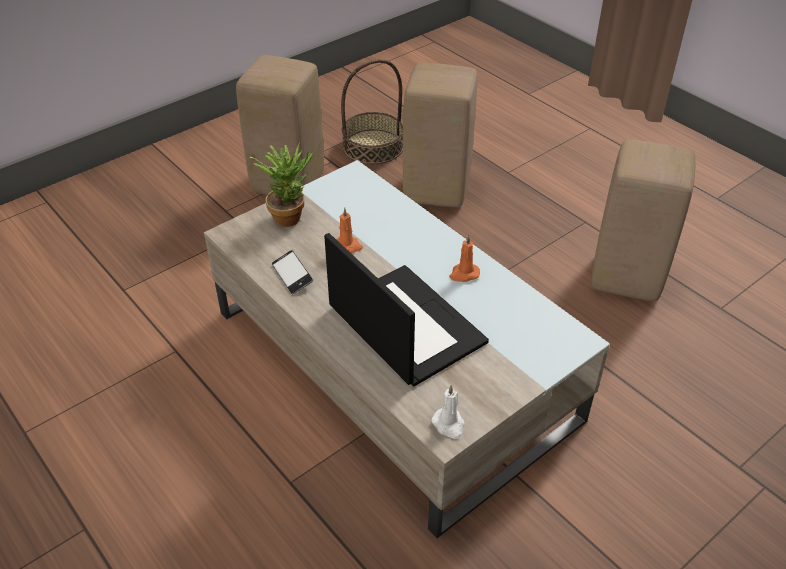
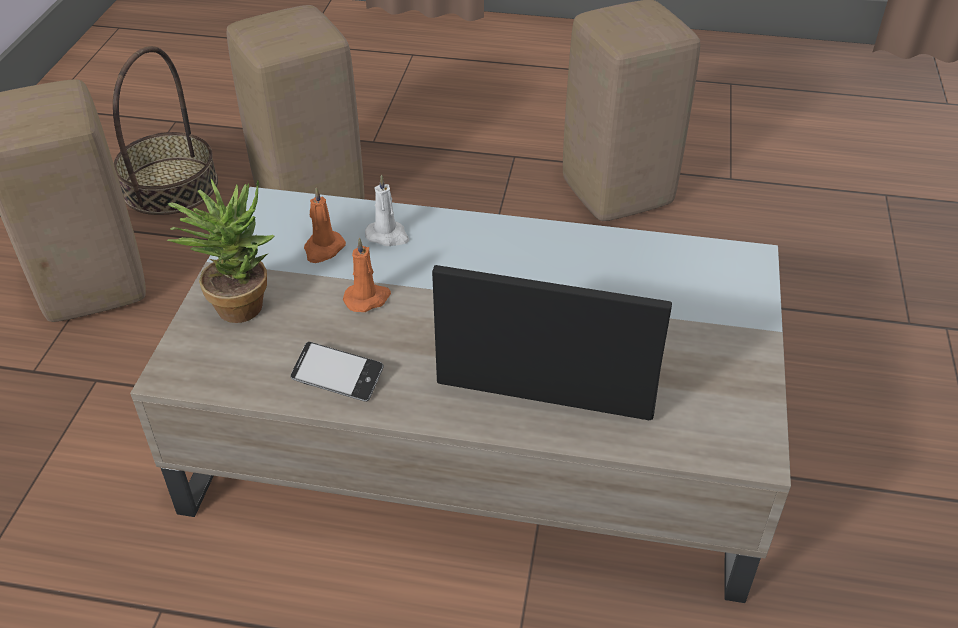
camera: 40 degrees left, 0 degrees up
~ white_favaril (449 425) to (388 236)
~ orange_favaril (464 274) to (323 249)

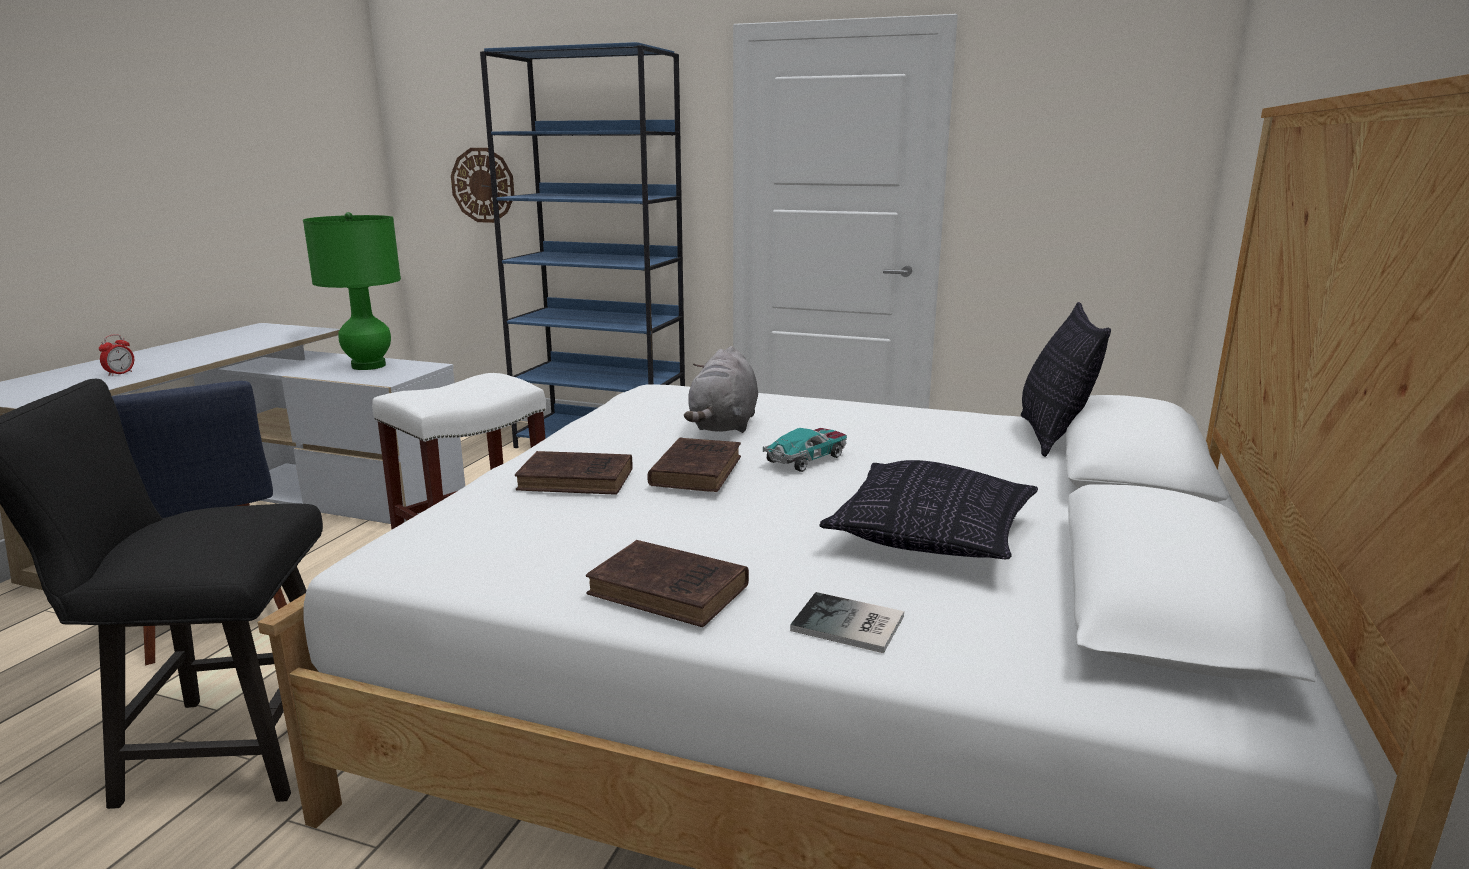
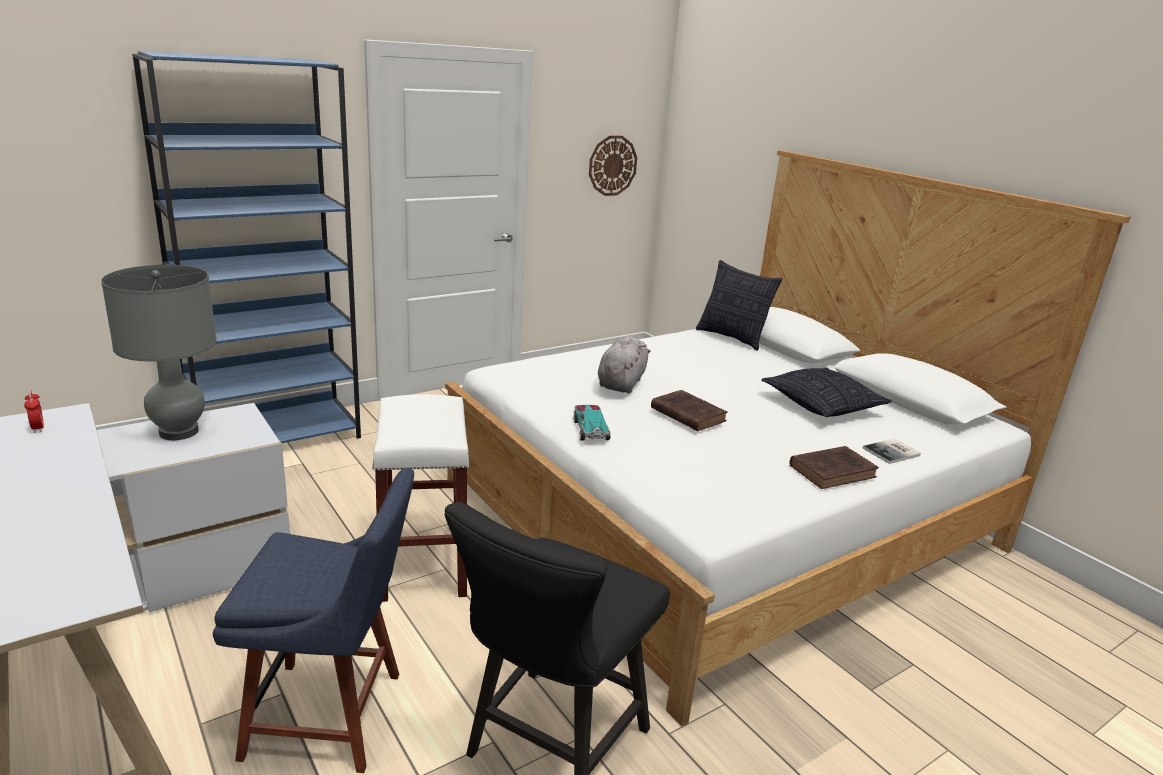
camera: 55 degrees left, 5 degrees up
~ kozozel (120 373) to (38 428)
~ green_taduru (368 366) to grey_taduru (179 432)
~ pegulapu (483 185) to (612 165)
- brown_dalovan (579 480)
~ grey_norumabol (724 425) = (621 383) 120 degrees counterclockwise
~ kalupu (806 458) to (590 429)

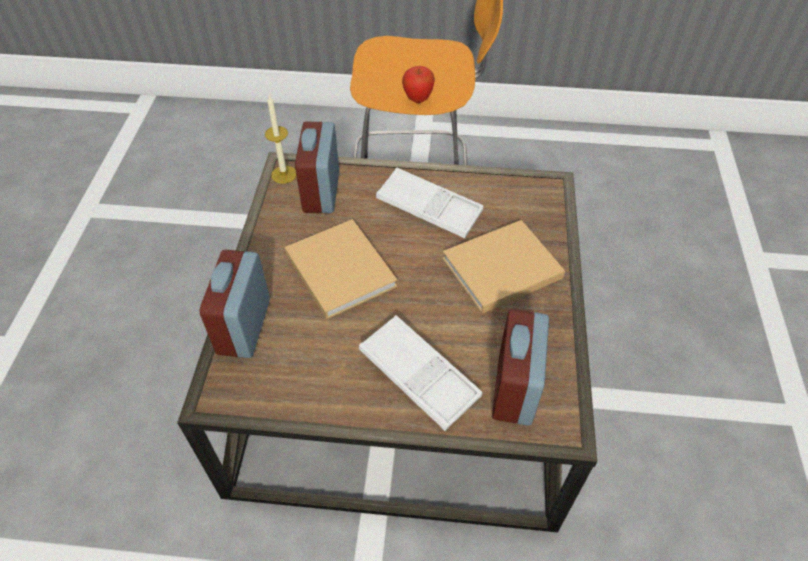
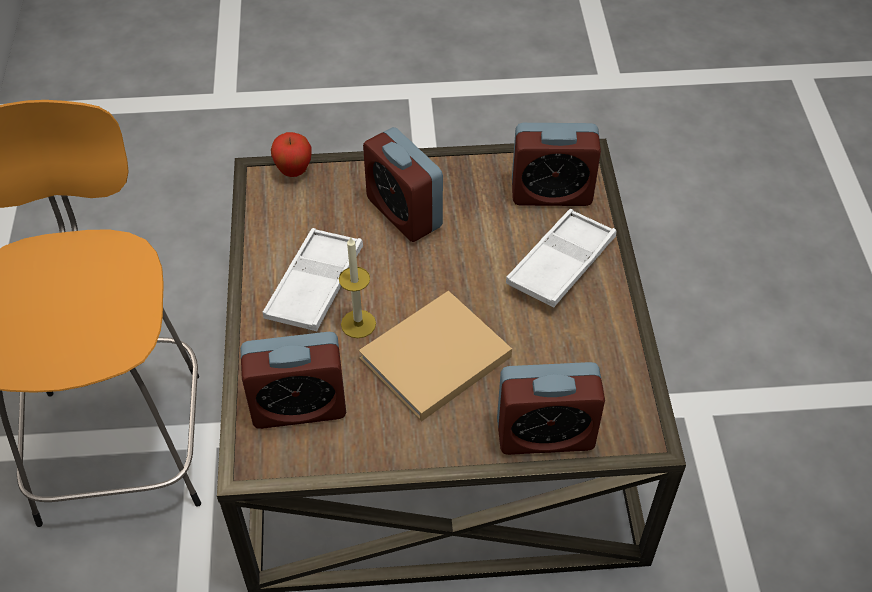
camera: 100 degrees left, 0 degrees up
~ favaril (284 174) to (358 324)
~ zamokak (418 99) to (294 171)
~ beige_dalovan (499 269) to kozozel (404 213)

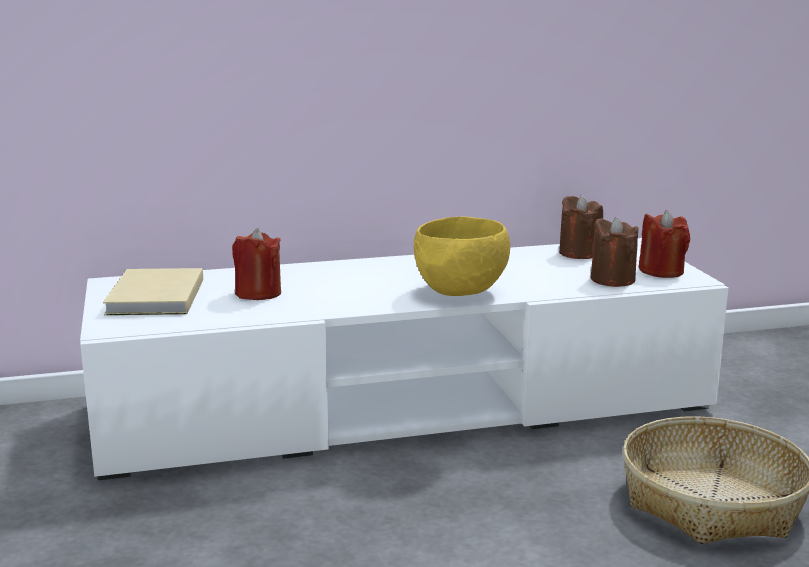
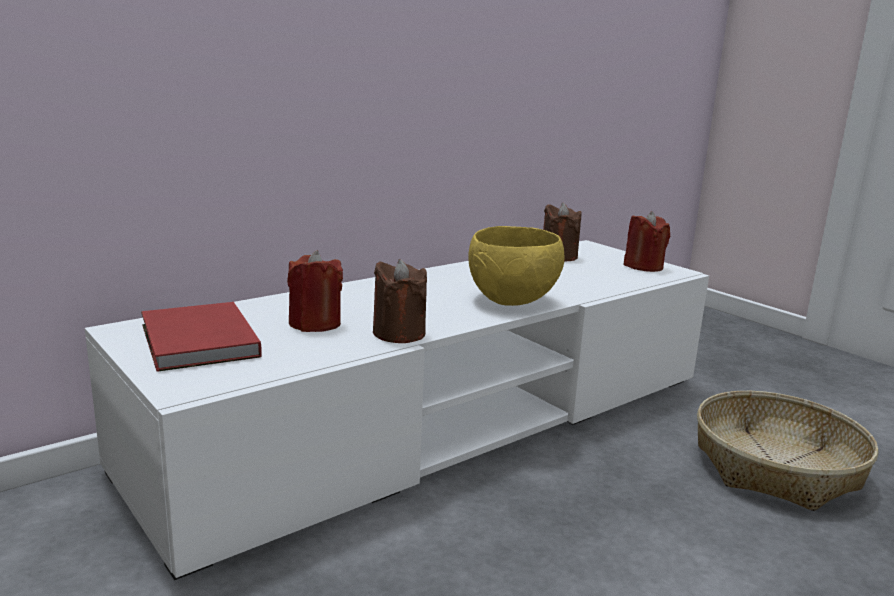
camera: 25 degrees left, 0 degrees up
~ beige_dalovan (153 298) to red_dalovan (197 342)
~ brown_favaril (612 279) to (399 333)

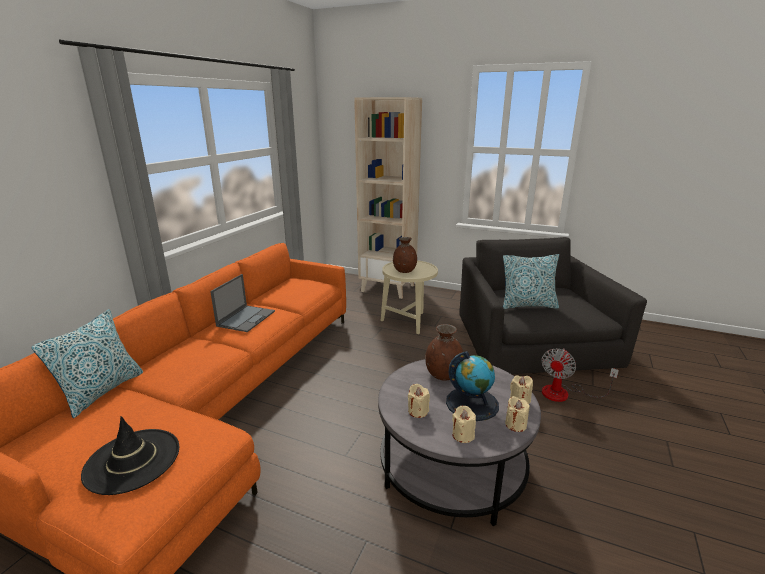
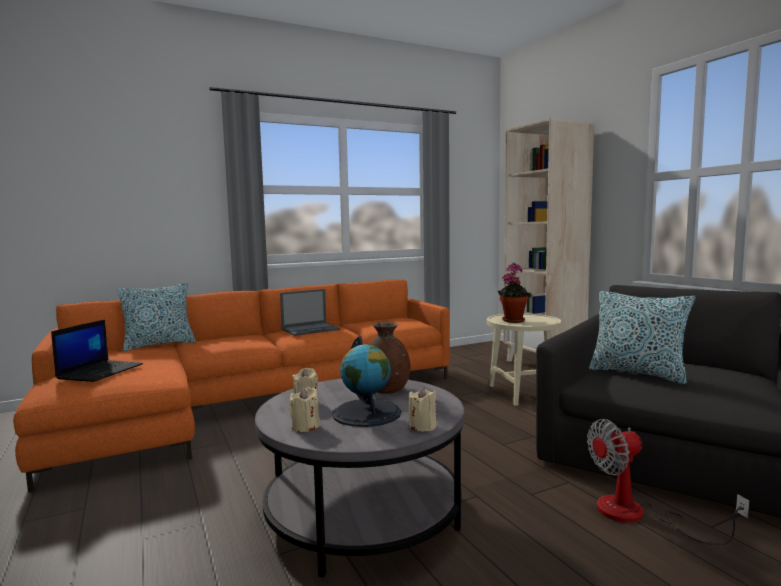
camera: 40 degrees right, 15 degrees down
~ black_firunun (132 460) to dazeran (101 371)
~ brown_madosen (404 271) to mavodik (513 320)
- beige_favaril (515 424)

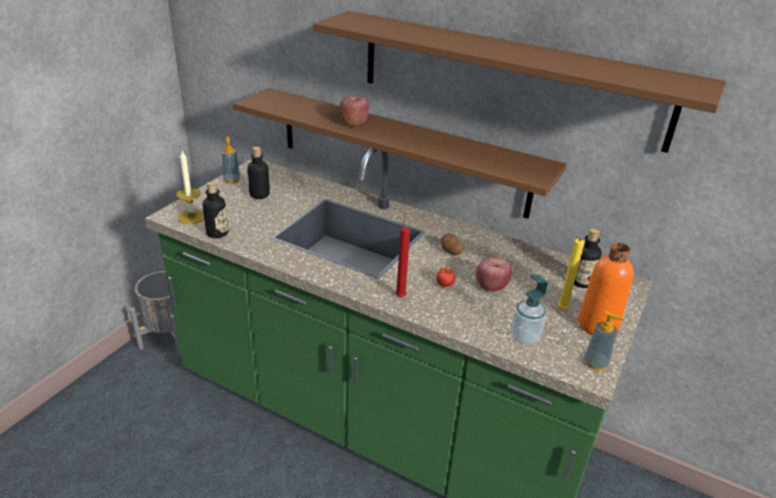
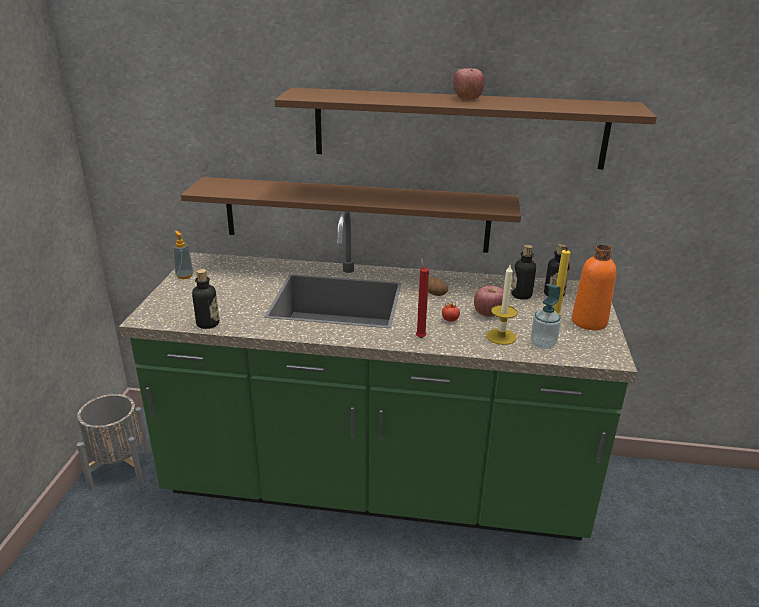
camera: 20 degrees left, 5 degrees down
~ favaril (191 217) to (501 336)
~ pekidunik (259 195) to (521 295)
~ zamokak (353 123) to (467 98)
- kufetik (595 363)

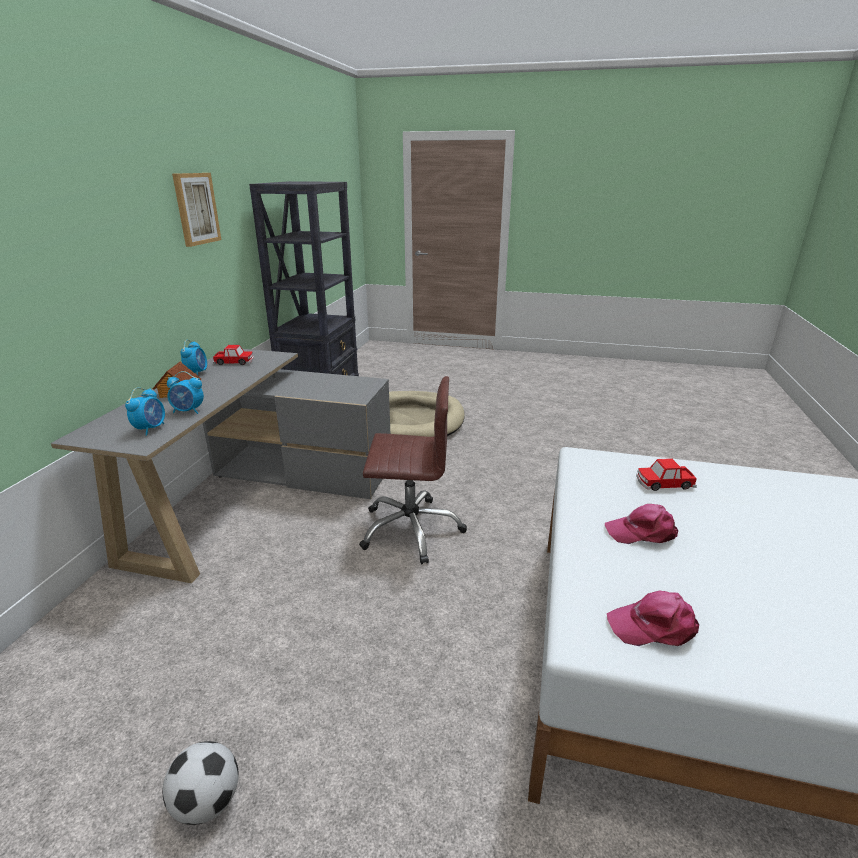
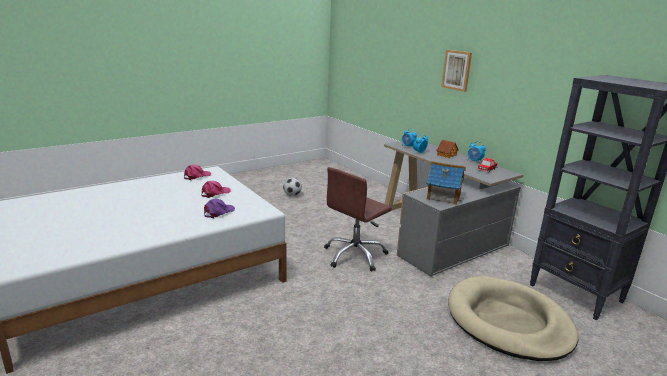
camera: 130 degrees right, 5 degrees down
~ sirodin (196 209) to (457 70)
~ kalupu (664 483) to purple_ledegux (218 212)
+ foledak (443 196)

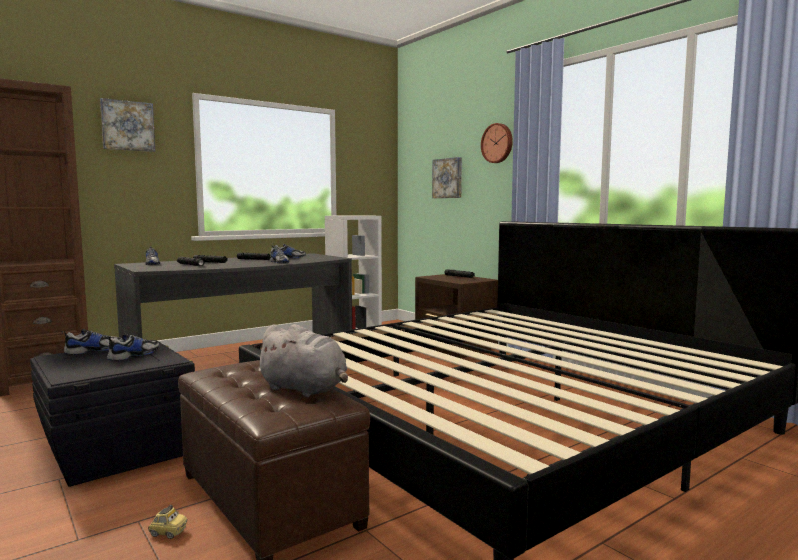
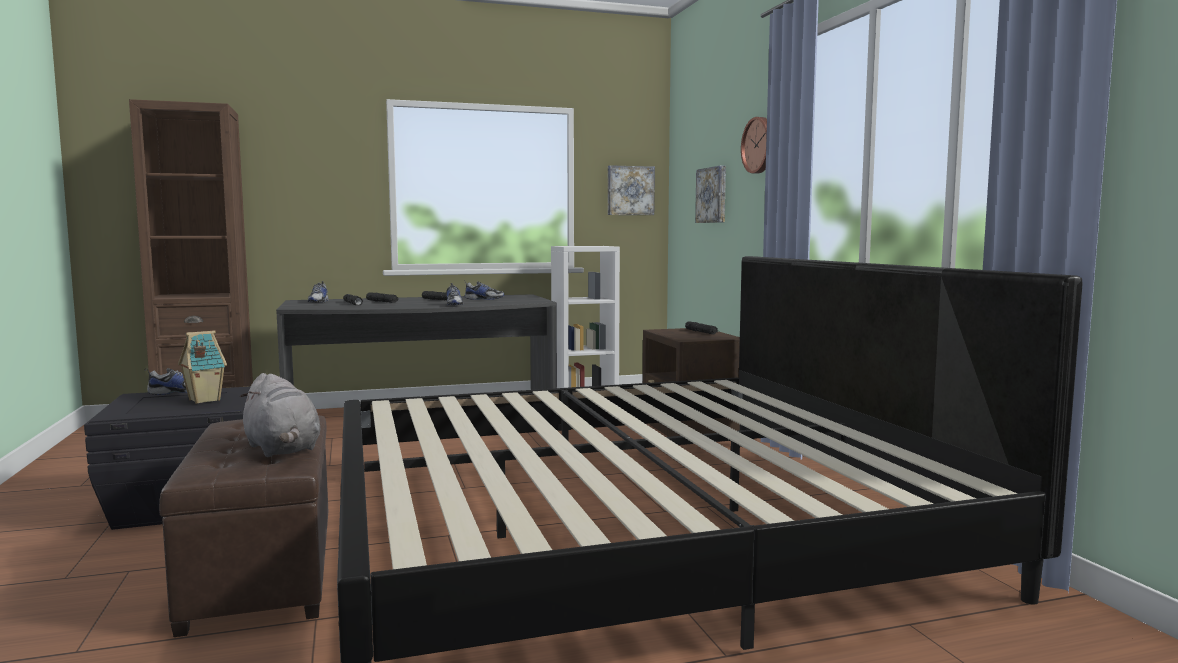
camera: 20 degrees right, 0 degrees up
~ sirodin (127 126) to (630 190)
~ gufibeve (133 355) to foledak (203 400)
- kalupu (168 533)

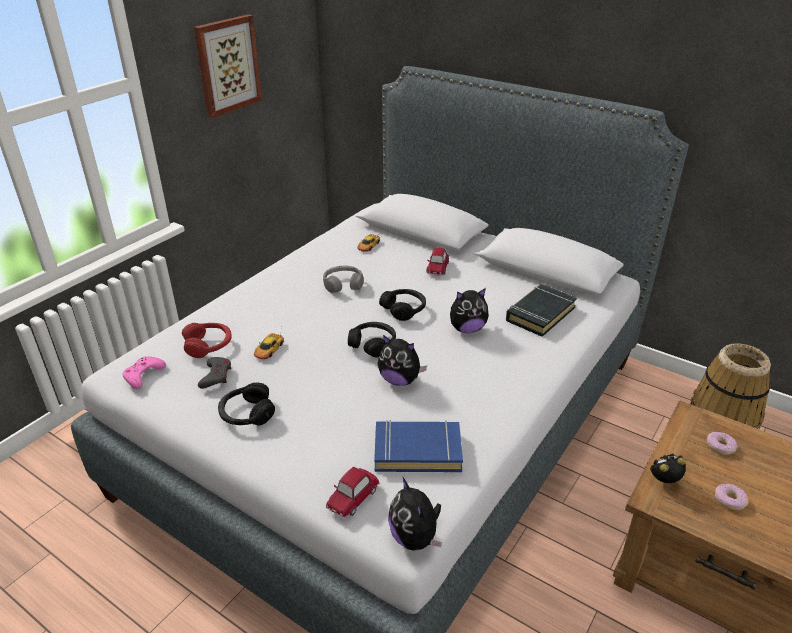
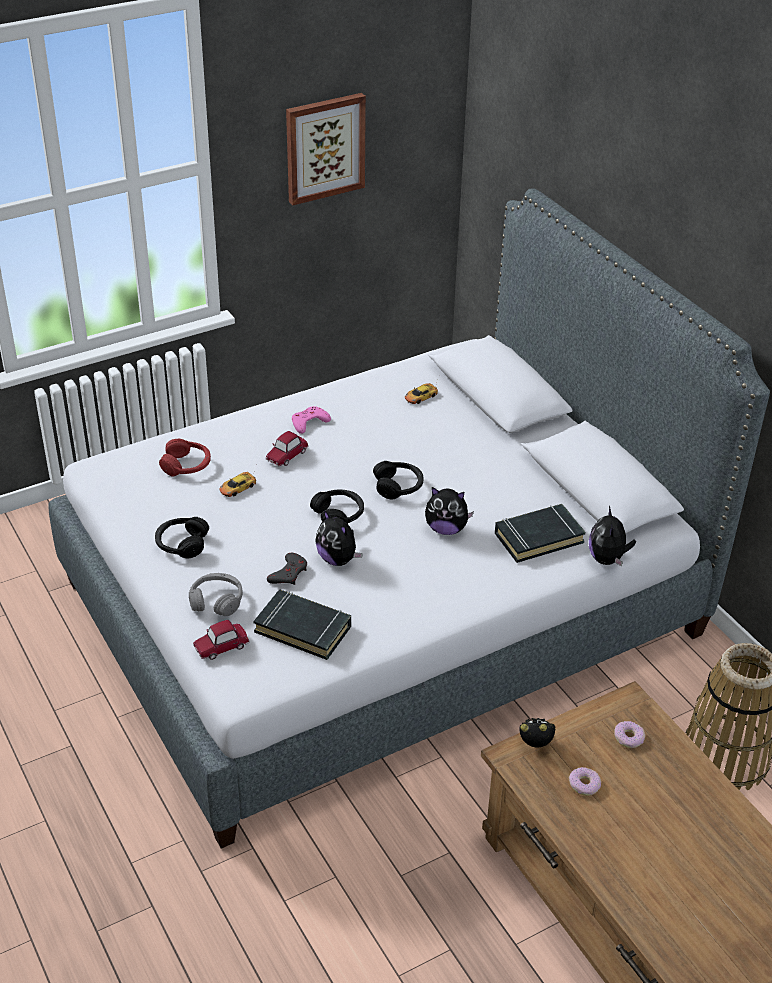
camera: 25 degrees right, 5 degrees up
~ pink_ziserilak (143 375) to (309 422)
~ grey_ziserilak (216 375) to (288 573)
~ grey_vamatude (343 284) to (216 601)
~ blue_dalovan (417 451) to black_dalovan (303 629)
~ norumabol (415 538) to (607 559)
~ kalupu (437 268) to (286 455)

